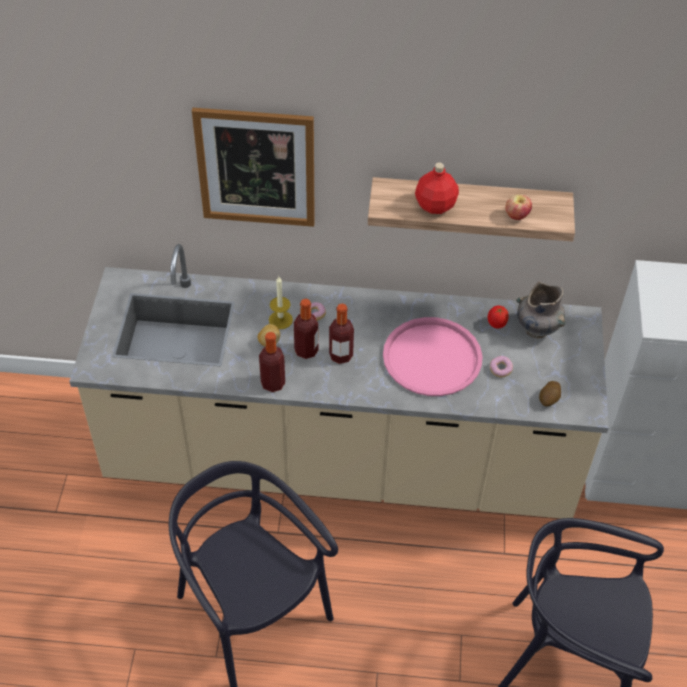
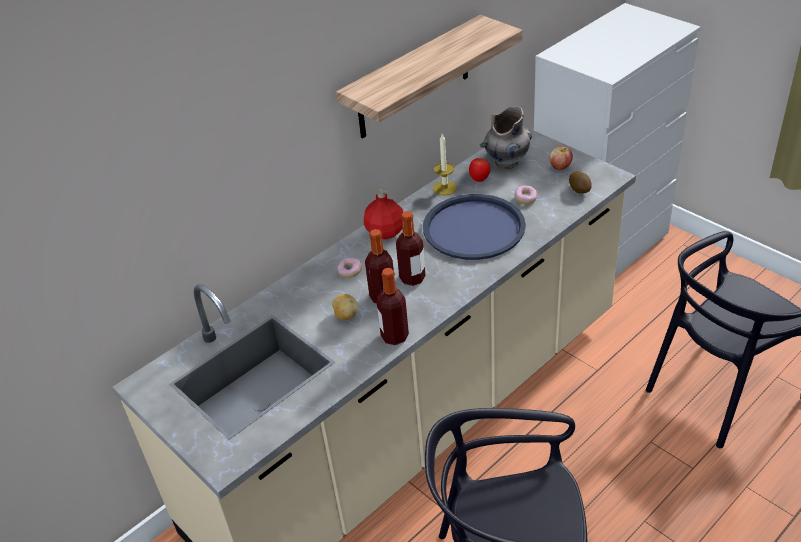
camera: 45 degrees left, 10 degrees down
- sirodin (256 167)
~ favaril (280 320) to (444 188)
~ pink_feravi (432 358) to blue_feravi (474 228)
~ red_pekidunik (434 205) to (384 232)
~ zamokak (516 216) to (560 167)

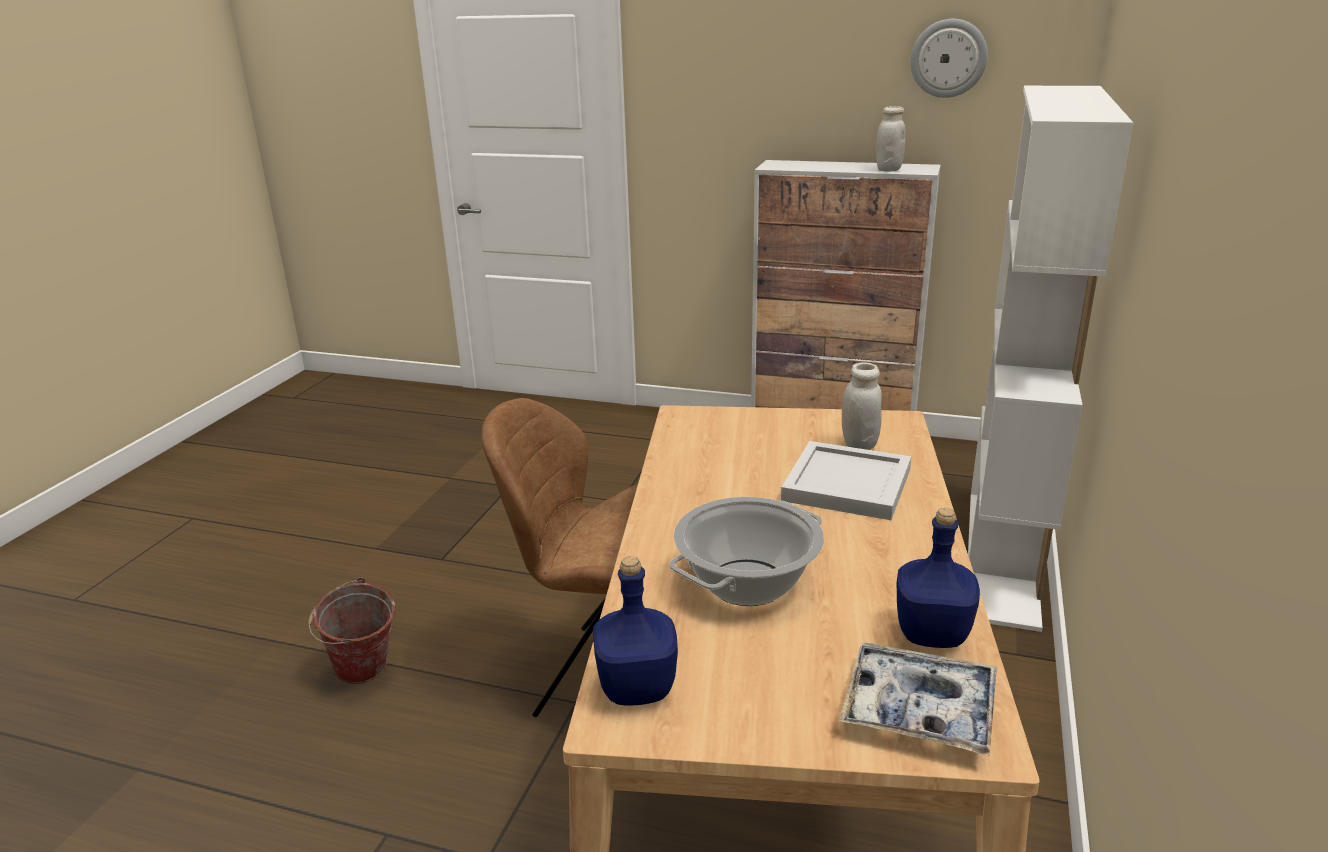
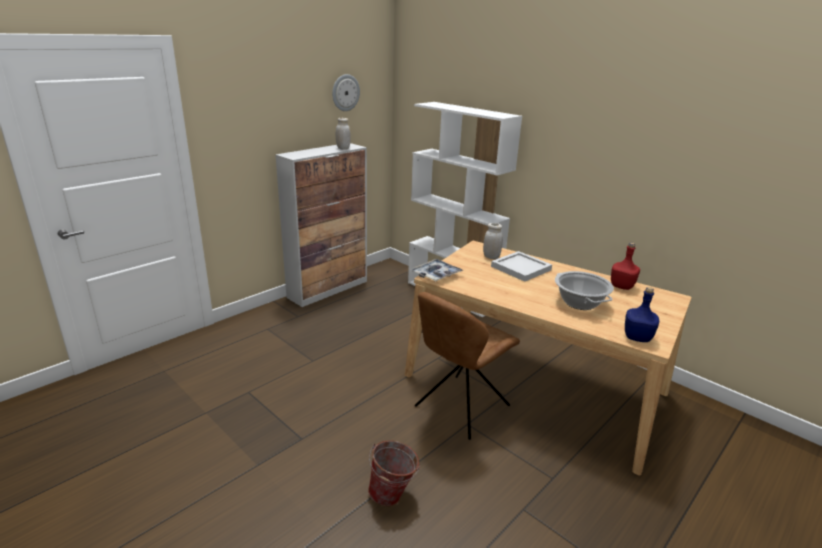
camera: 65 degrees left, 0 degrees up
~ feravi (919 709) to (436 275)
~ blue_pekidunik (930 634) to red_pekidunik (622 286)

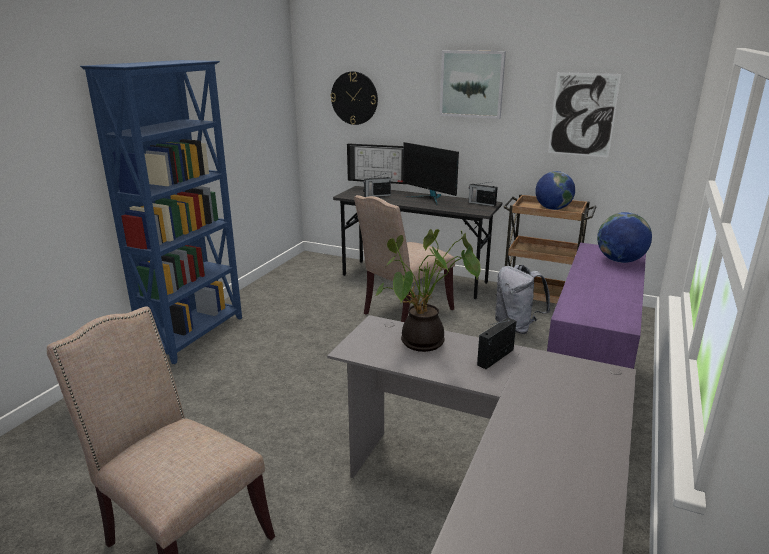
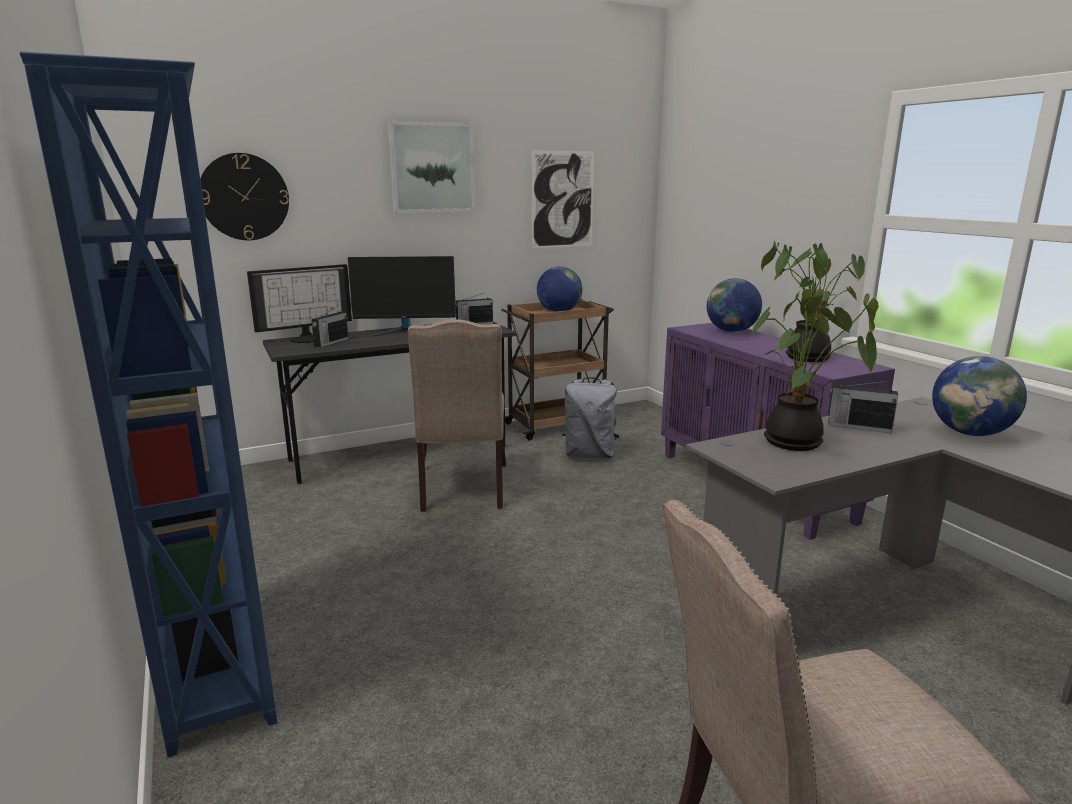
camera: 50 degrees left, 5 degrees down
~ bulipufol (496 357) = (857 427) 60 degrees counterclockwise
+ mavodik (806 356)
+ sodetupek (970 433)

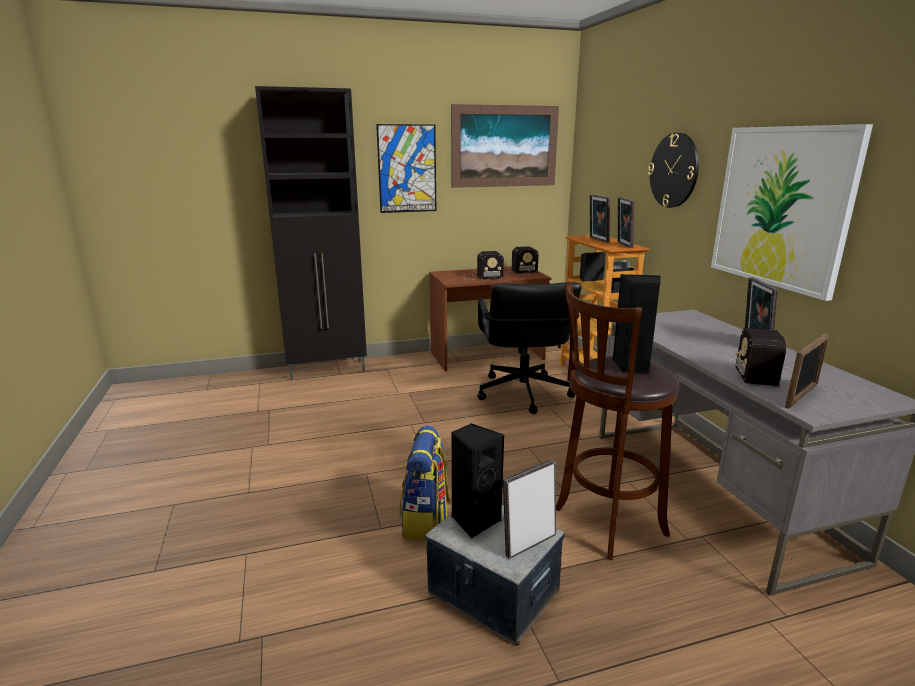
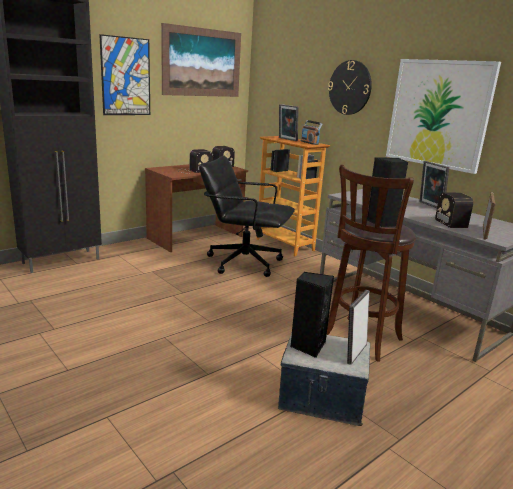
camera: 25 degrees left, 0 degrees up
- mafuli (426 521)
~ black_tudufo (522 393) = (243 262) 135 degrees clockwise
~ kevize (623 245) to bulipufol (309 143)

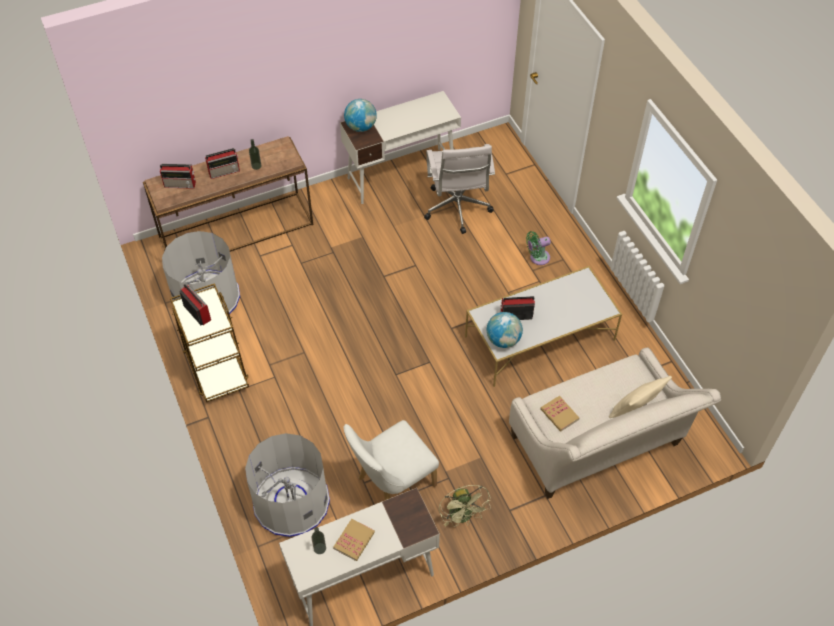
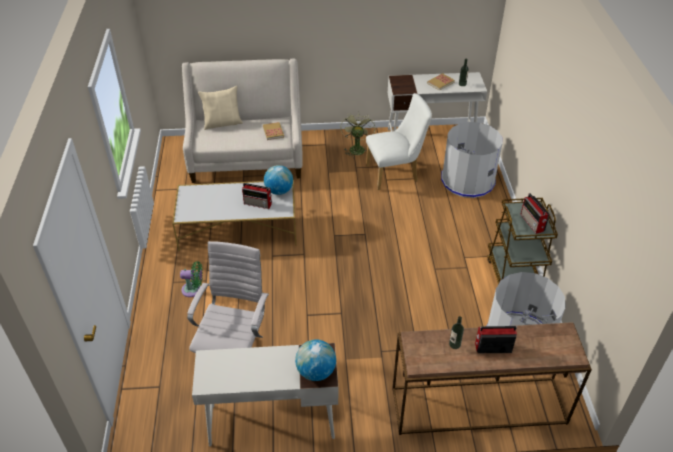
camera: 160 degrees left, 10 degrees down
- bulipufol (181 184)

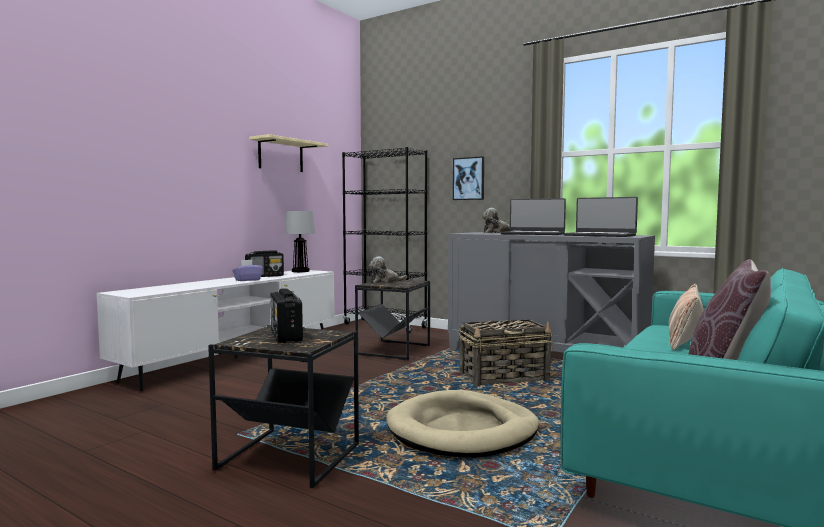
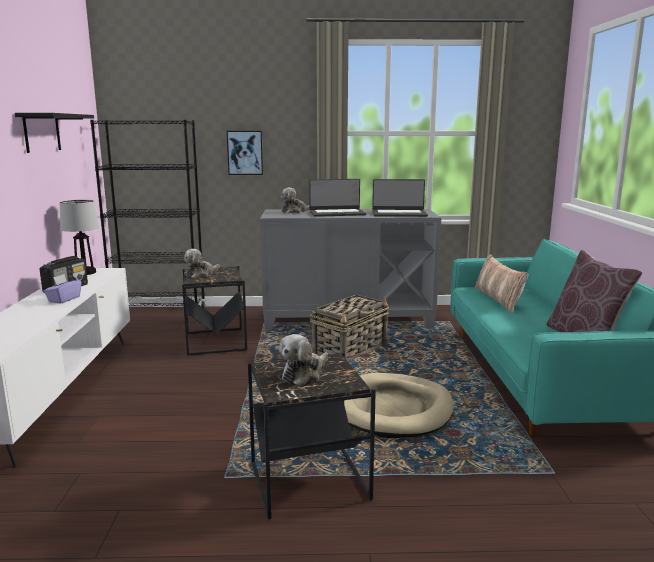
camera: 35 degrees left, 10 degrees up
~ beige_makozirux (281 155) to black_makozirux (42 132)
~ bulipufol (286 336) to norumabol (304 374)

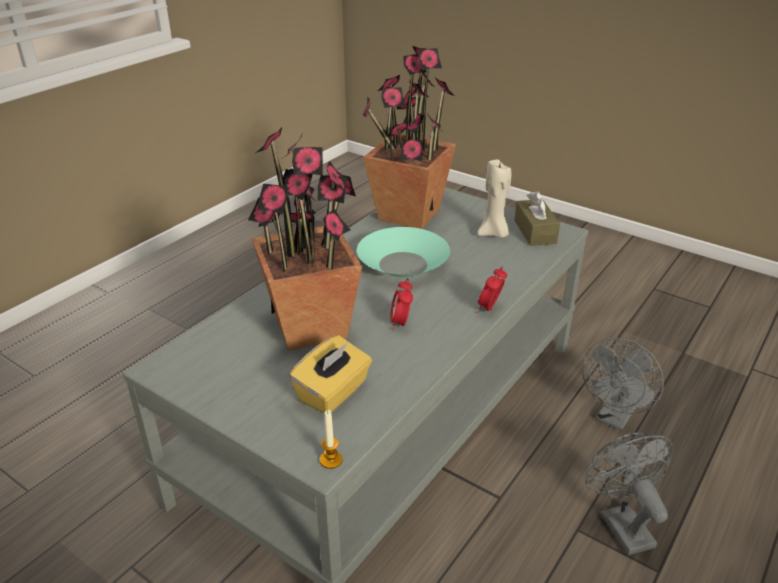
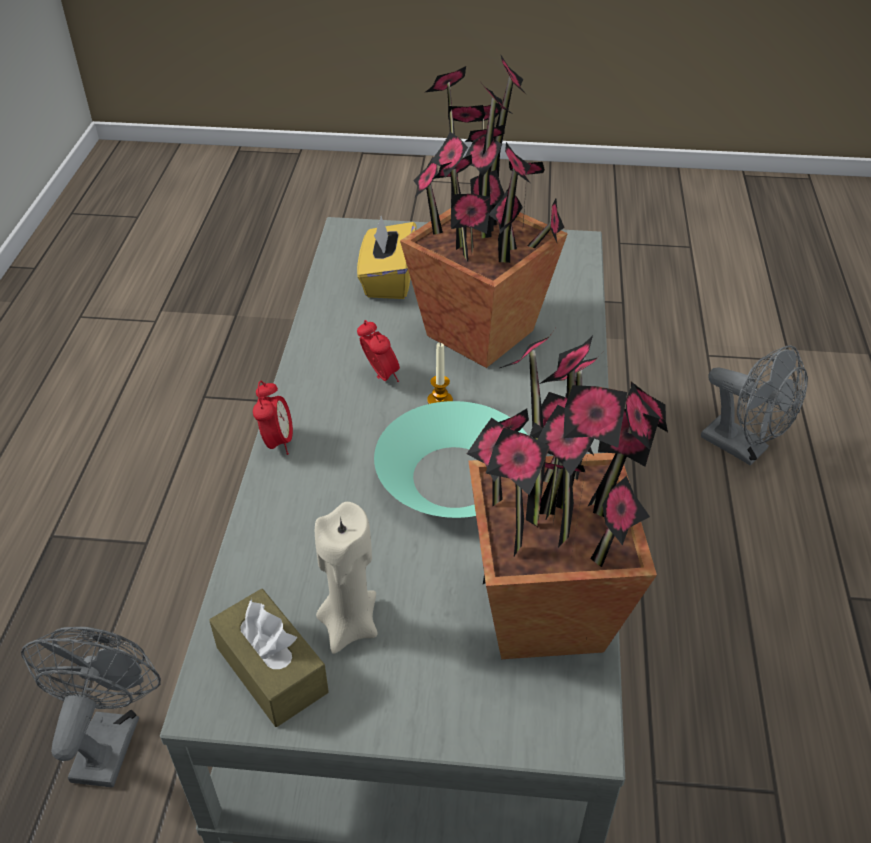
camera: 150 degrees right, 10 degrees up
~ favaril (331 460) to (440 401)
~ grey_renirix (620 523) to (743 448)

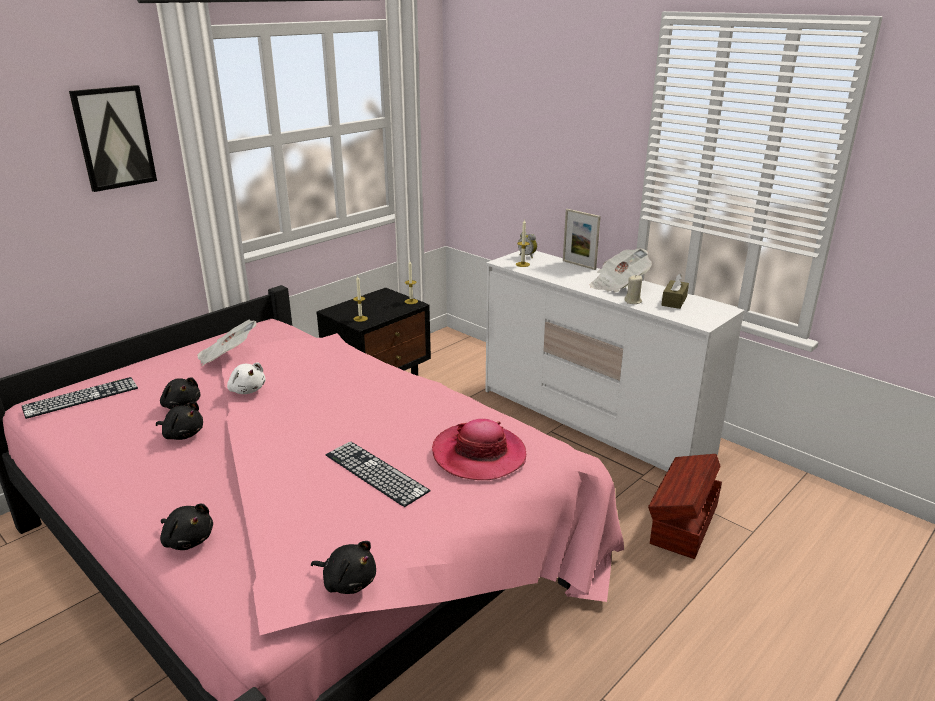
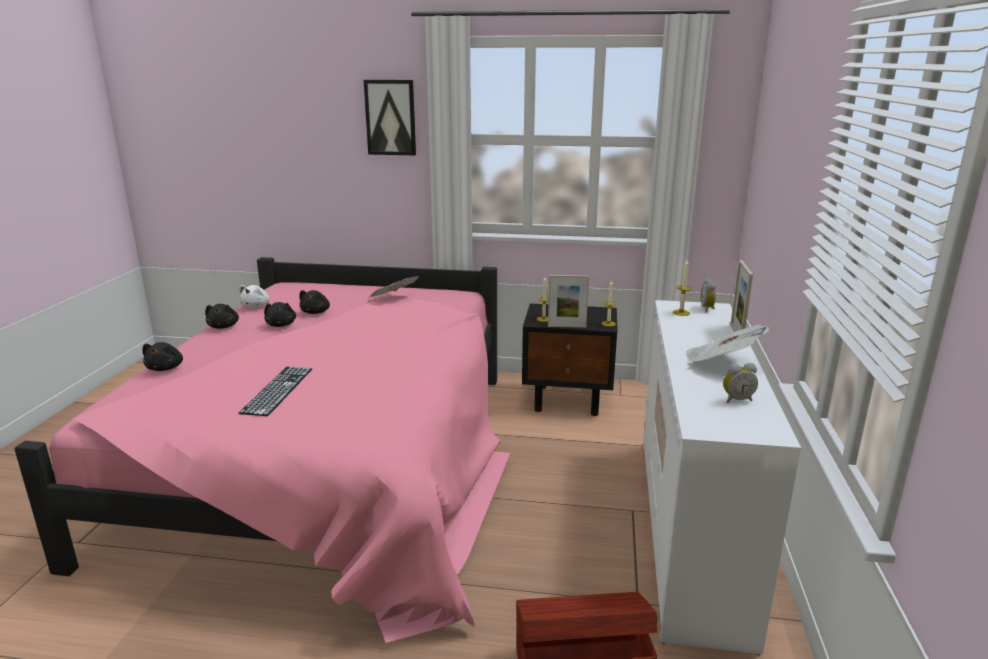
camera: 55 degrees right, 5 degrees down
- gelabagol (81 397)
~ white_norumabol (247 390) to (256 306)
~ black_norumabol (347 581) to (224 326)
- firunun (479 455)
- beige_favaril (633 301)
~ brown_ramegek (674 301) to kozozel (736 400)
+ kevize (567 326)

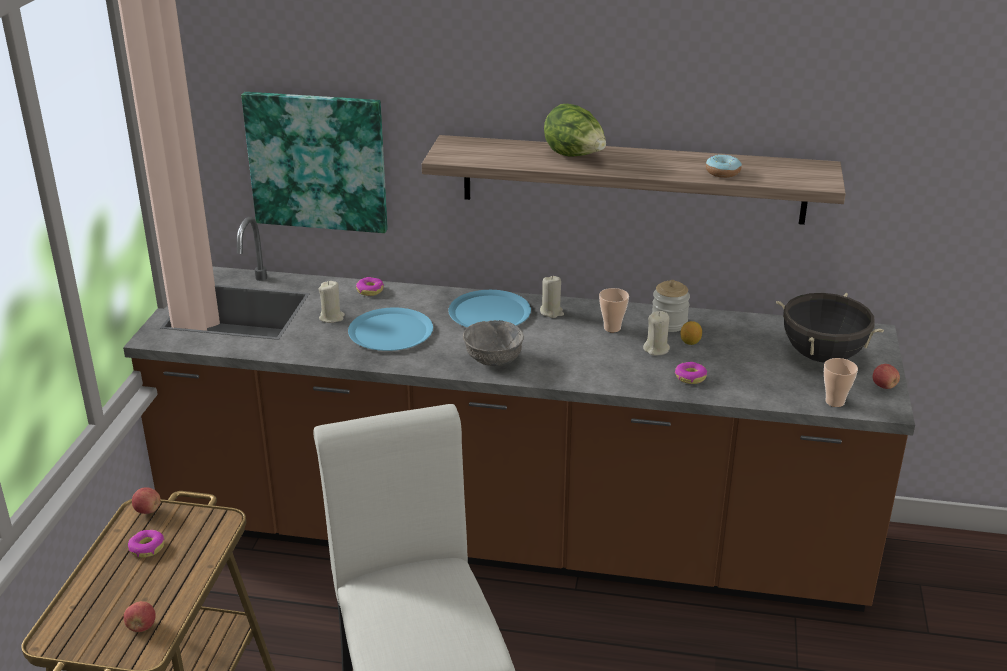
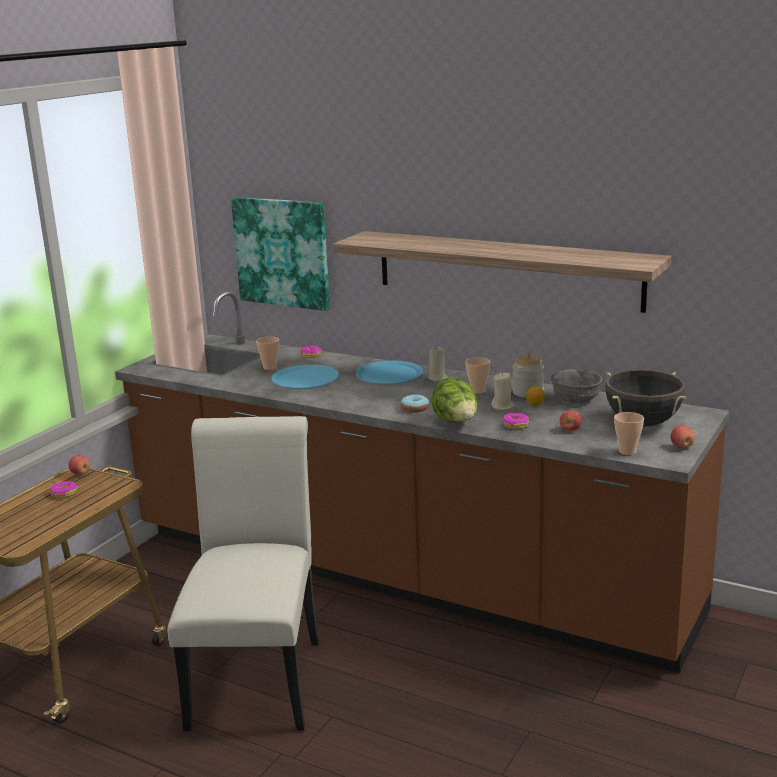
camera: 20 degrees right, 10 degrees down
~ zamokak (141 627) to (570 430)
~ beige_favaril (332 317) to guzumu (270 367)
~ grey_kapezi (493 359) to (575 399)
~ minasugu (575 156) to (456 423)
~ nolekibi (722 172) to (415 409)

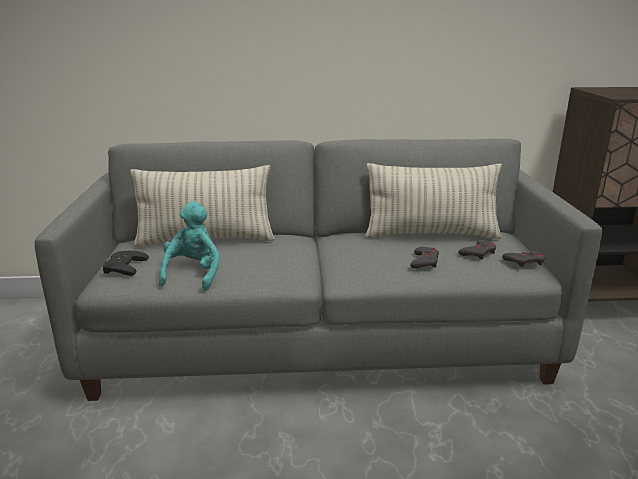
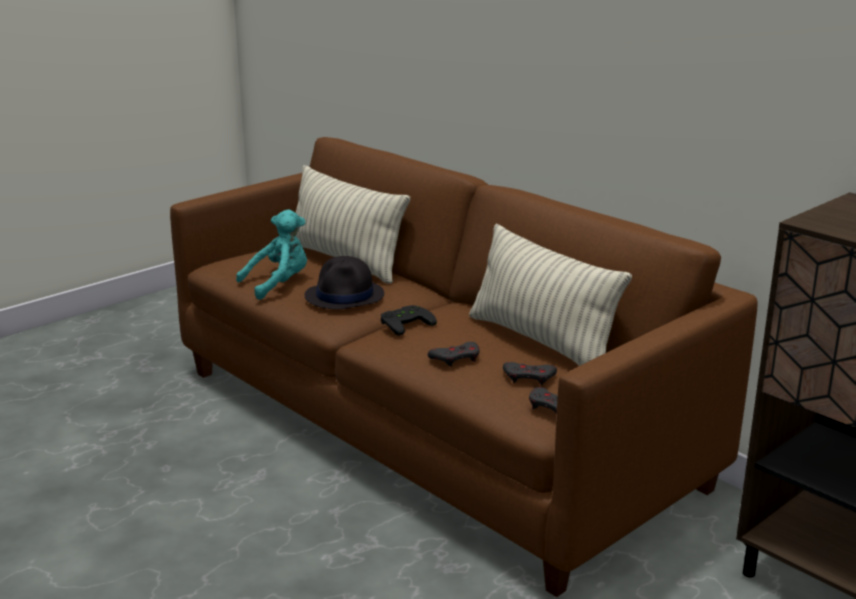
camera: 50 degrees right, 0 degrees up
~ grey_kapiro (320 338) to brown_kapiro (429 427)
~ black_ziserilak (122 266) to (405 323)
+ black_firunun (345 296)

